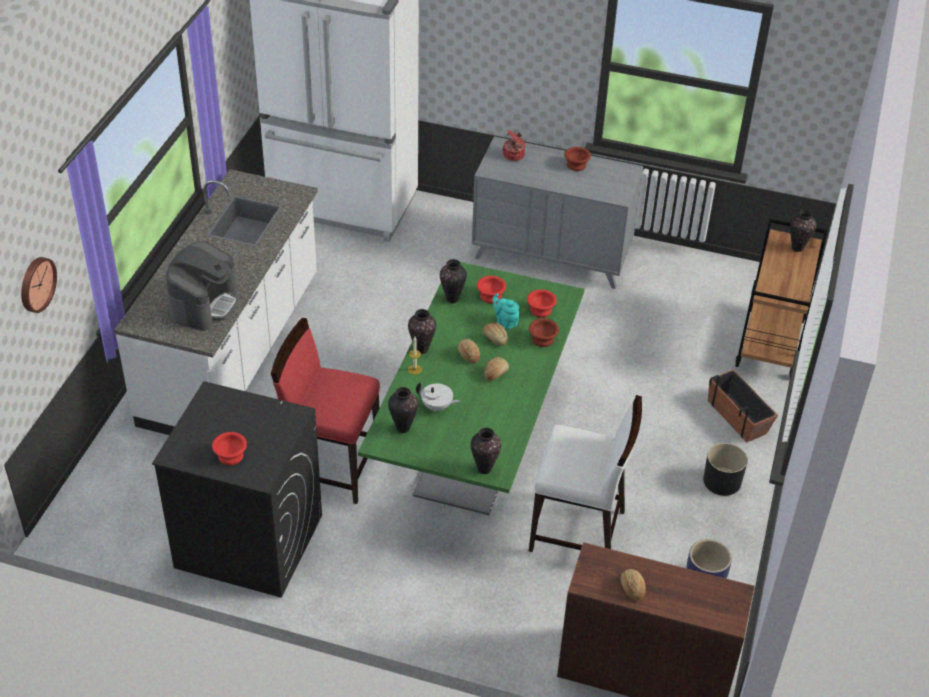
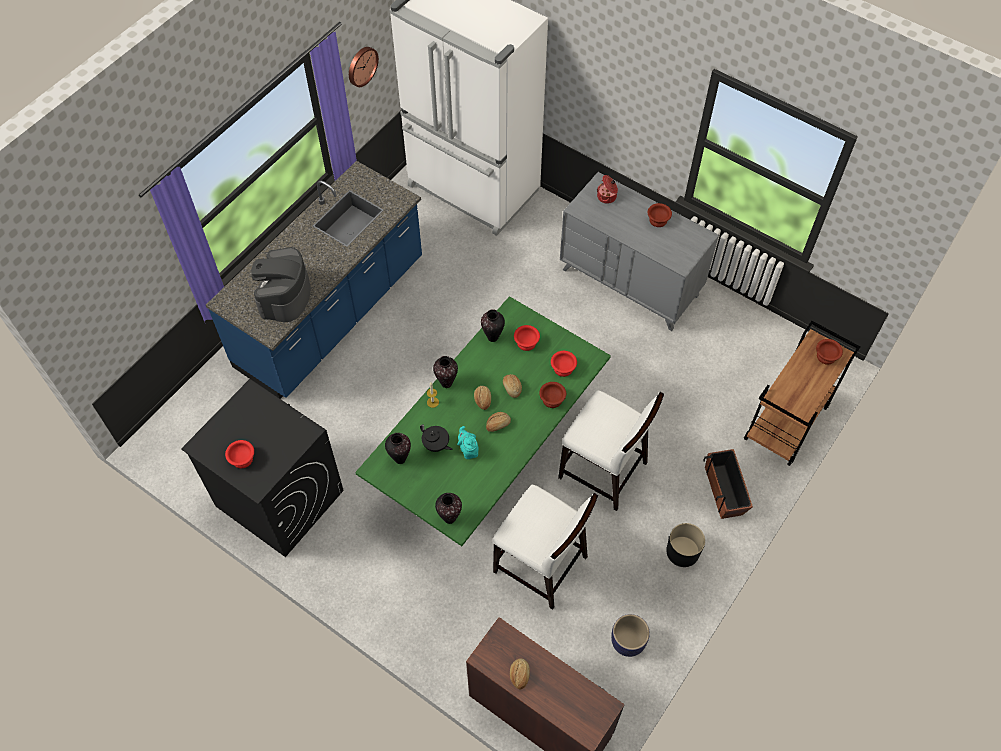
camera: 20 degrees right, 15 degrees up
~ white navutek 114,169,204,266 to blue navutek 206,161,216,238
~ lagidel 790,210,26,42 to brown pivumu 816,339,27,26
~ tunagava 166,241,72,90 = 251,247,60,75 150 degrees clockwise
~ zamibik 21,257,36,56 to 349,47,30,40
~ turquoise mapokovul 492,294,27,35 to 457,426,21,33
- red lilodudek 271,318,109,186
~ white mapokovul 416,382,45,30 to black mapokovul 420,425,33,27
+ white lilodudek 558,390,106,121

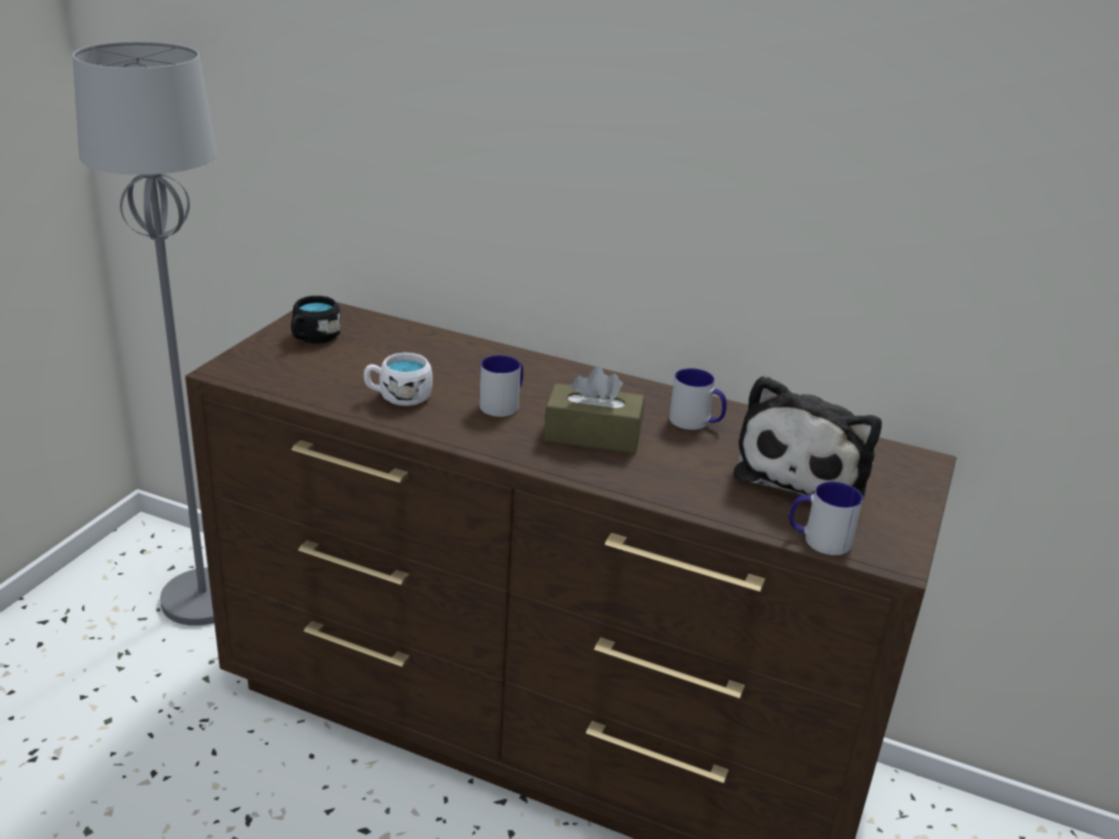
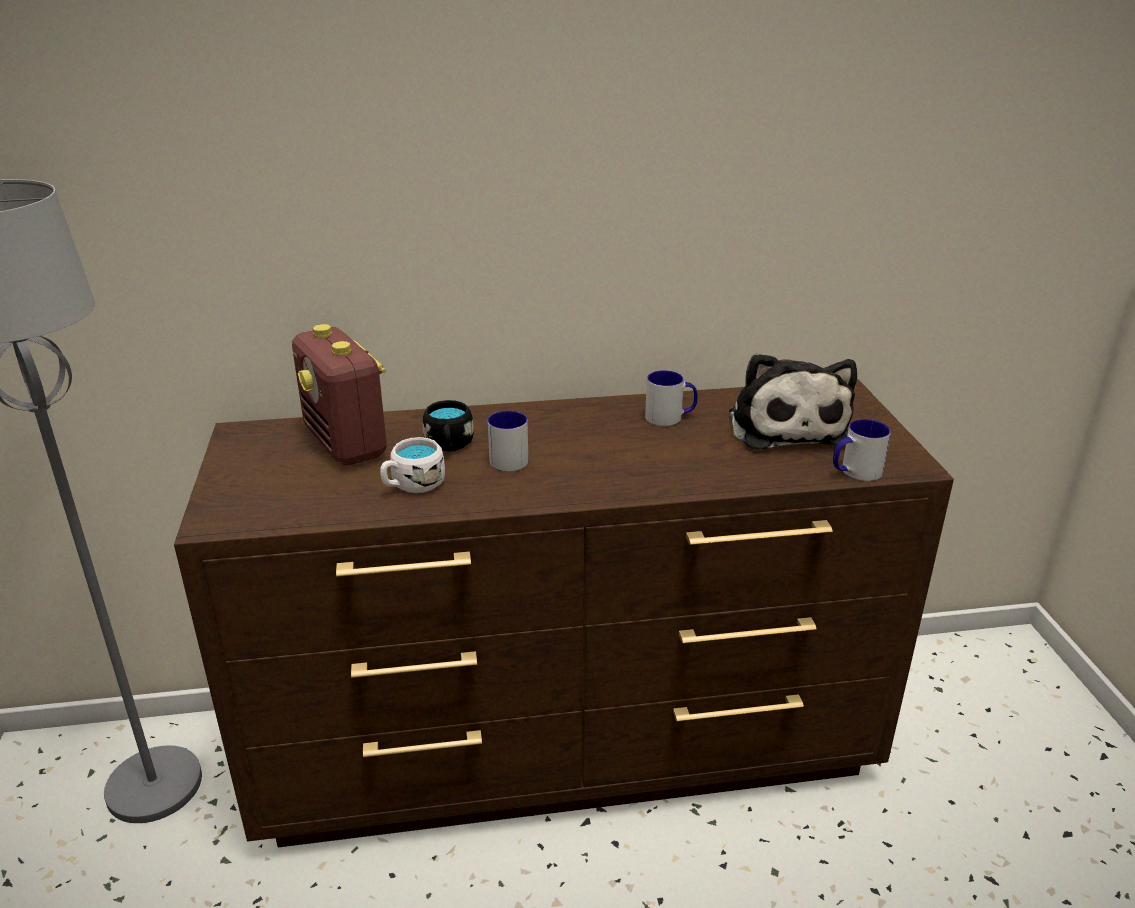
camera: 30 degrees left, 0 degrees up
~ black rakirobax 291,296,50,47 to 422,400,52,51
- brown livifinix 544,367,101,86
+ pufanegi 292,324,95,141

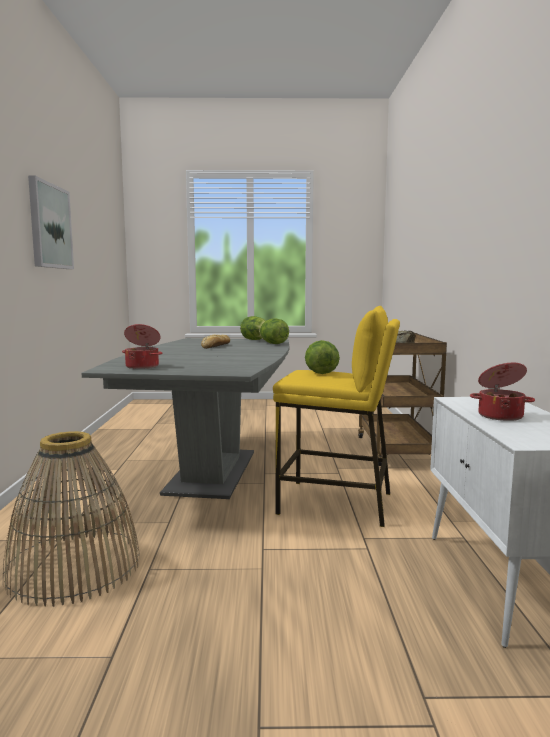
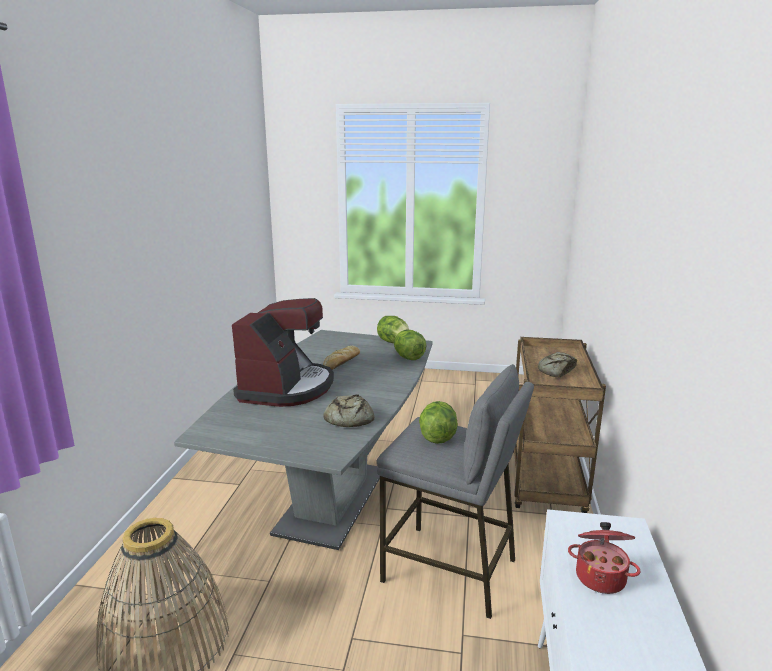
camera: 10 degrees right, 10 degrees up
- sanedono 28,176,46,93
~ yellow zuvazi 273,306,127,221 to grey zuvazi 377,364,157,255
- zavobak 122,324,40,45
+ tunagava 232,298,102,109
+ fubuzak 323,394,51,33

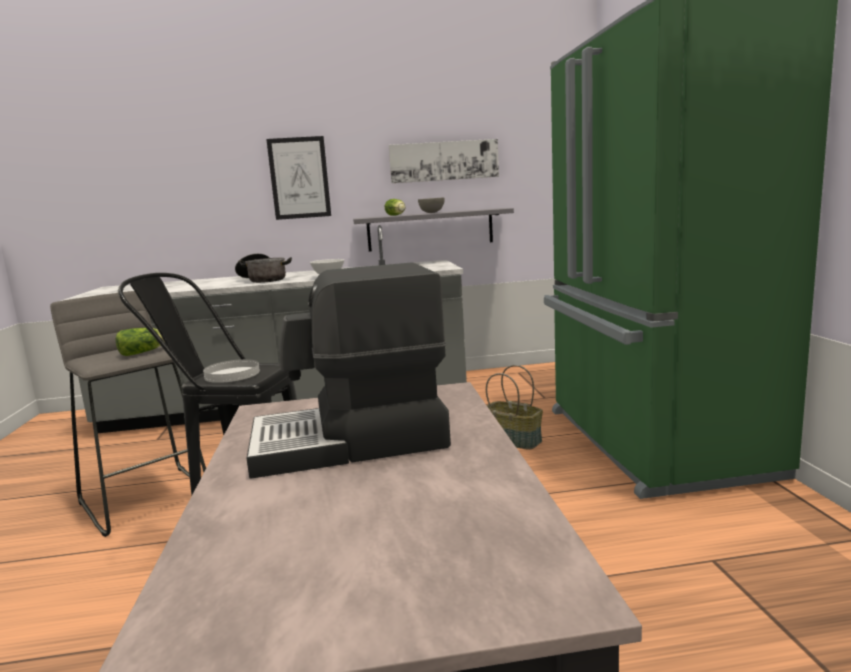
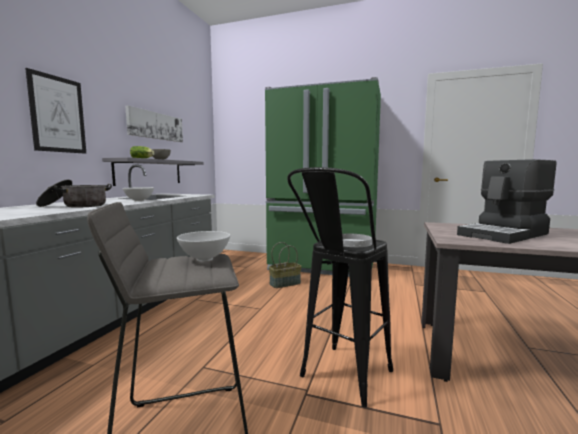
camera: 65 degrees left, 5 degrees down
~ tunagava 247,262,204,217 = 457,159,99,85 45 degrees clockwise
~ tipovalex 115,328,49,28 to white pivumu 177,231,53,31

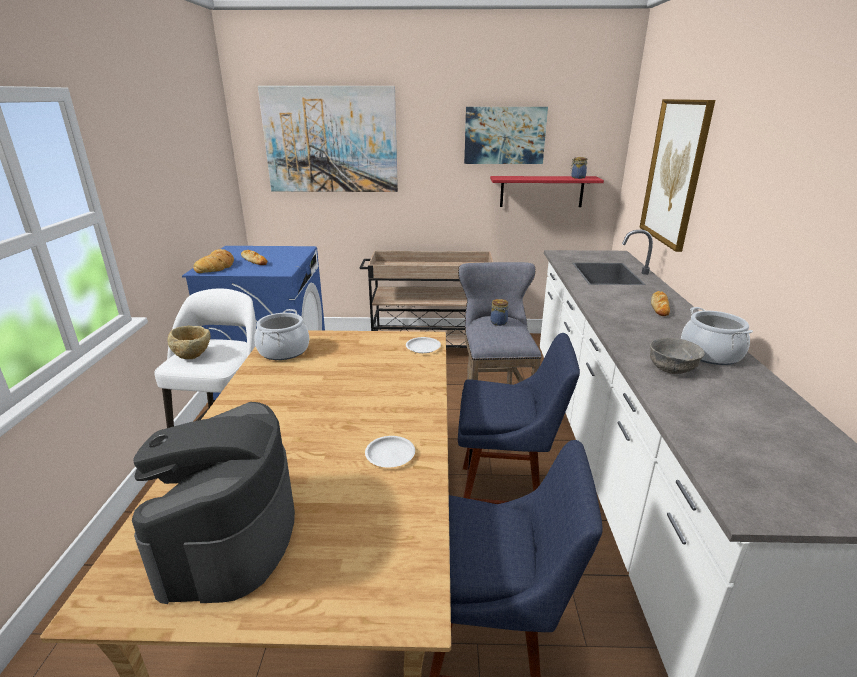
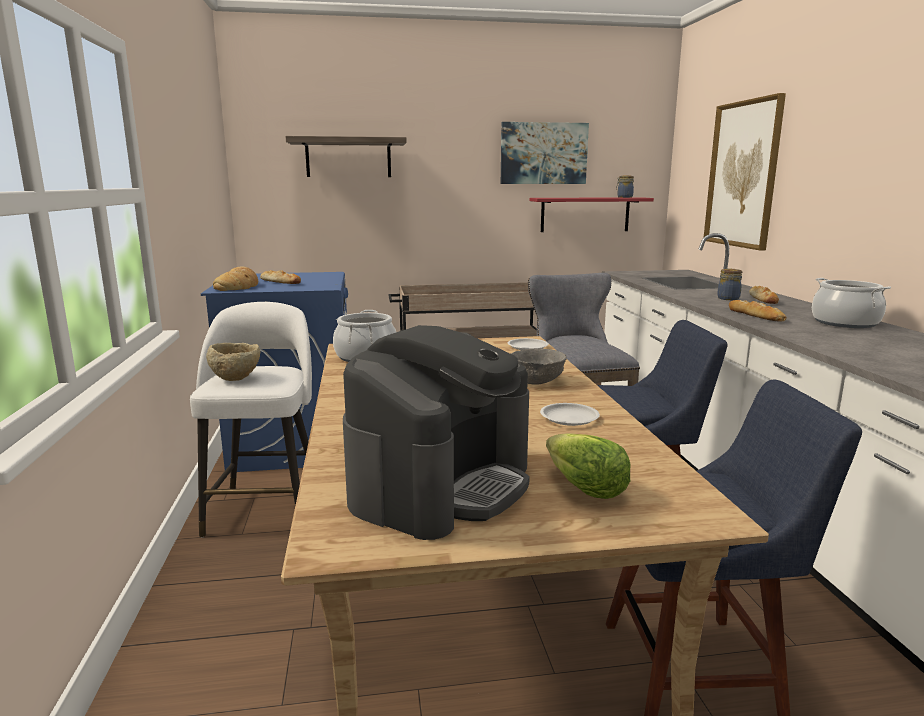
camera: 10 degrees left, 10 degrees down
~ sanedono 258,86,140,106 to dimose 286,136,121,41
~ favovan 490,299,18,27 to 717,269,25,31
~ grey pivumu 650,338,55,36 to 511,349,56,36
~ tunagava 132,402,163,202 = 343,325,187,215 135 degrees counterclockwise
+ fubuzak 729,300,58,21
+ tipovalex 546,433,85,66

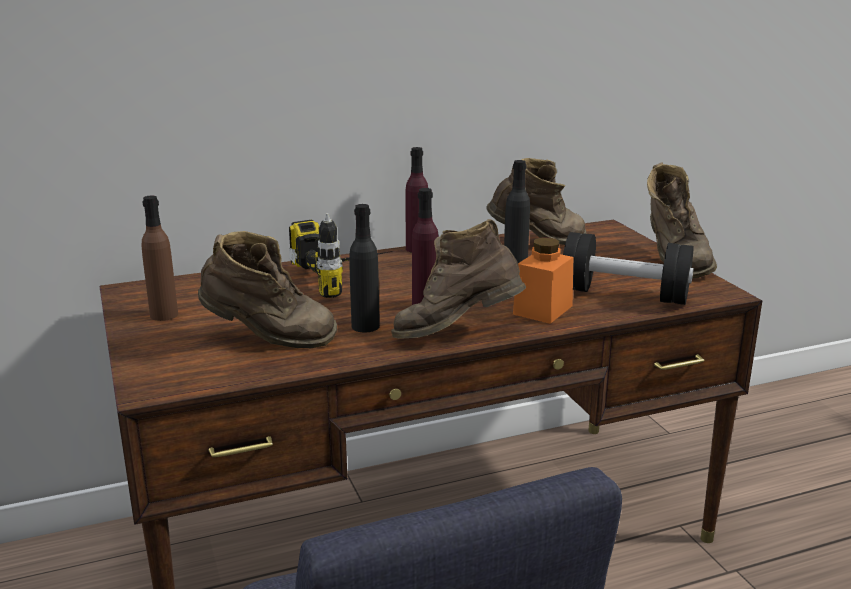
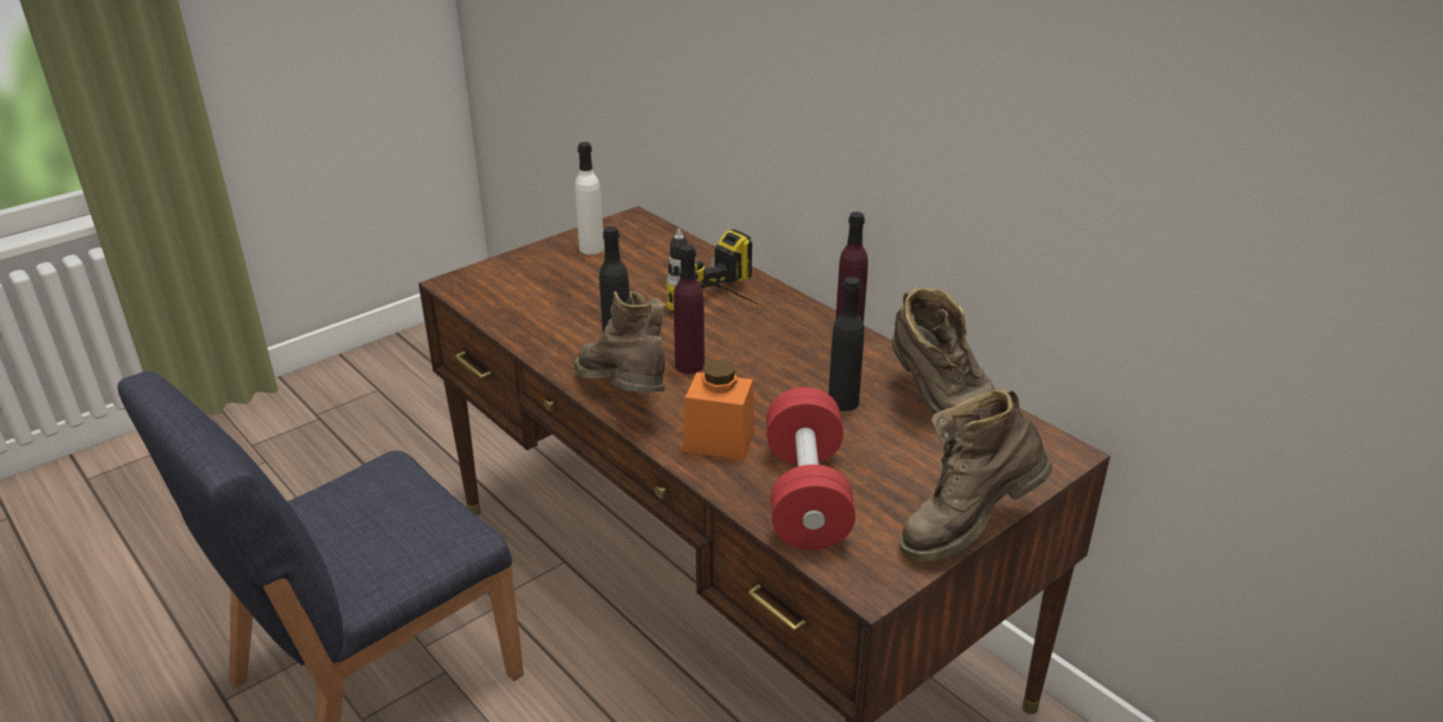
camera: 70 degrees right, 10 degrees up
~ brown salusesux 142,196,36,125 to white salusesux 575,142,29,113
- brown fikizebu 198,231,139,117
~ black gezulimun 563,232,131,73 to red gezulimun 766,387,89,163

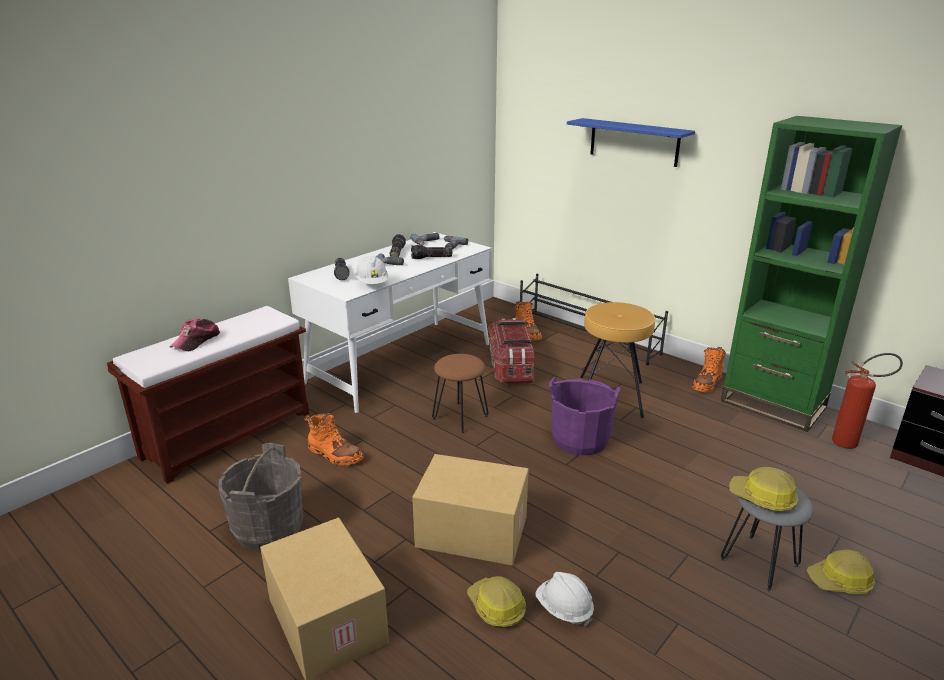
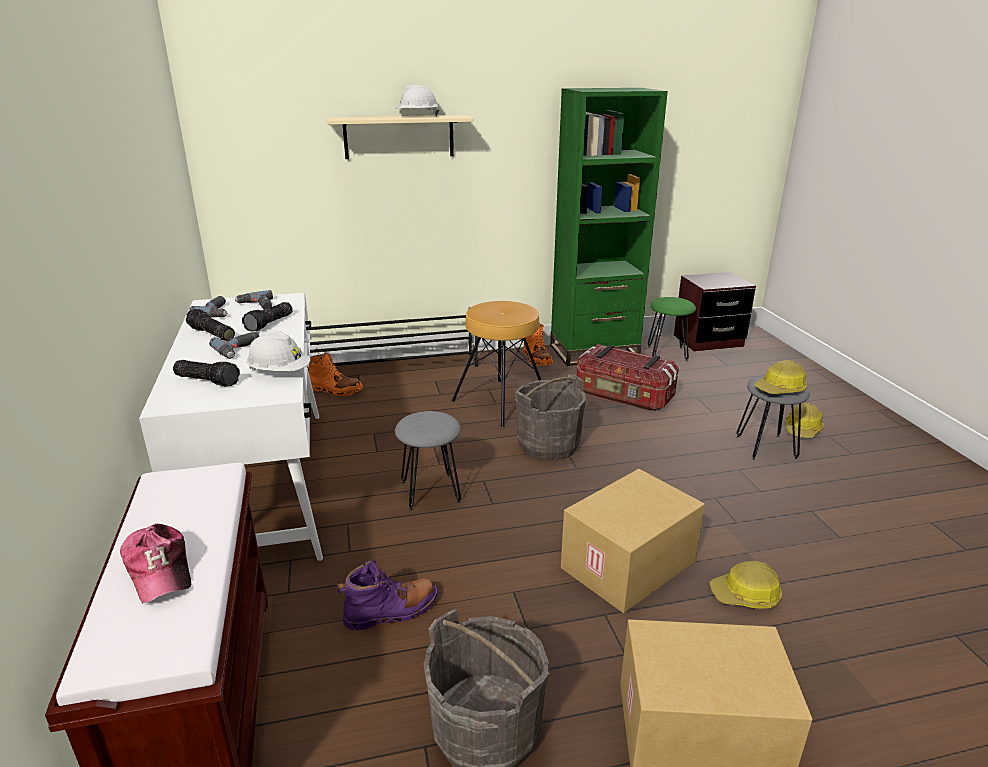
camera: 55 degrees left, 0 degrees up
~ blue dimose 567,118,128,49 to beige dimose 326,115,148,44
~ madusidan 488,318,46,67 to 577,344,102,67
~ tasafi 832,353,71,96 to green zuvazi 647,297,49,64
~ brown zuvazi 432,354,56,79 to grey zuvazi 395,411,66,99
~ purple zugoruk 549,377,71,78 to grey zugoruk 515,374,71,86
~ orange fikizebu 304,413,60,53 to purple fikizebu 336,560,102,71
~ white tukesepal 535,572,59,54 to 395,85,44,31

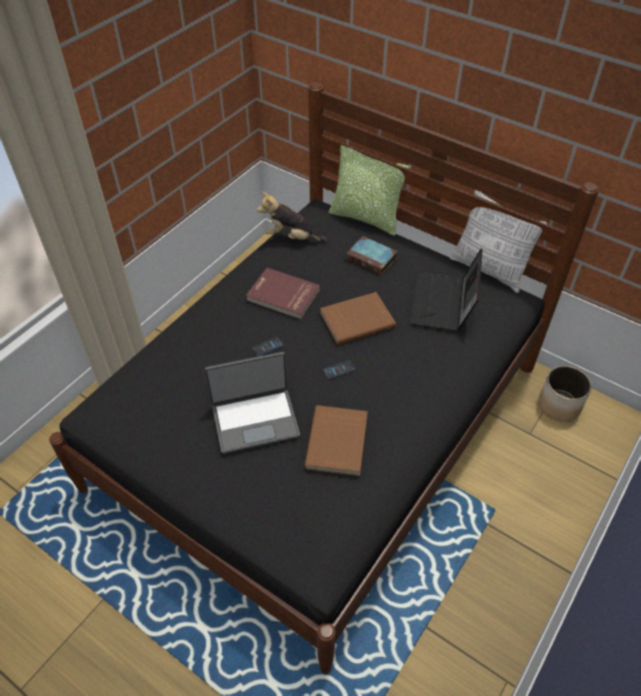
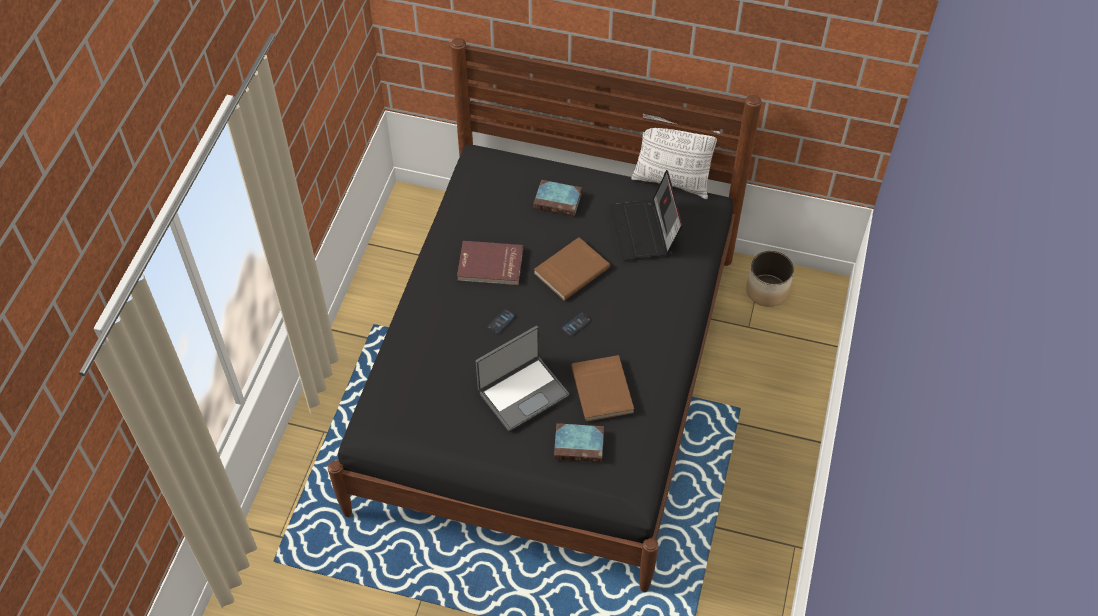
camera: 20 degrees left, 5 degrees up
- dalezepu 329,145,81,91
- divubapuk 257,192,71,50
+ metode 554,423,50,39

